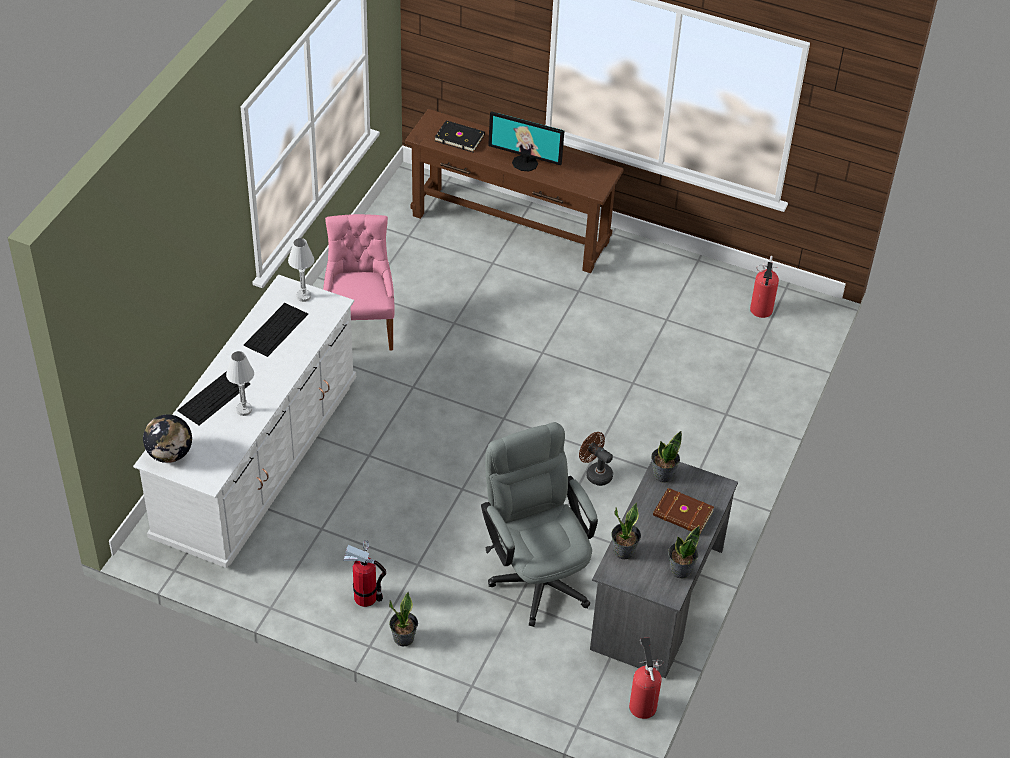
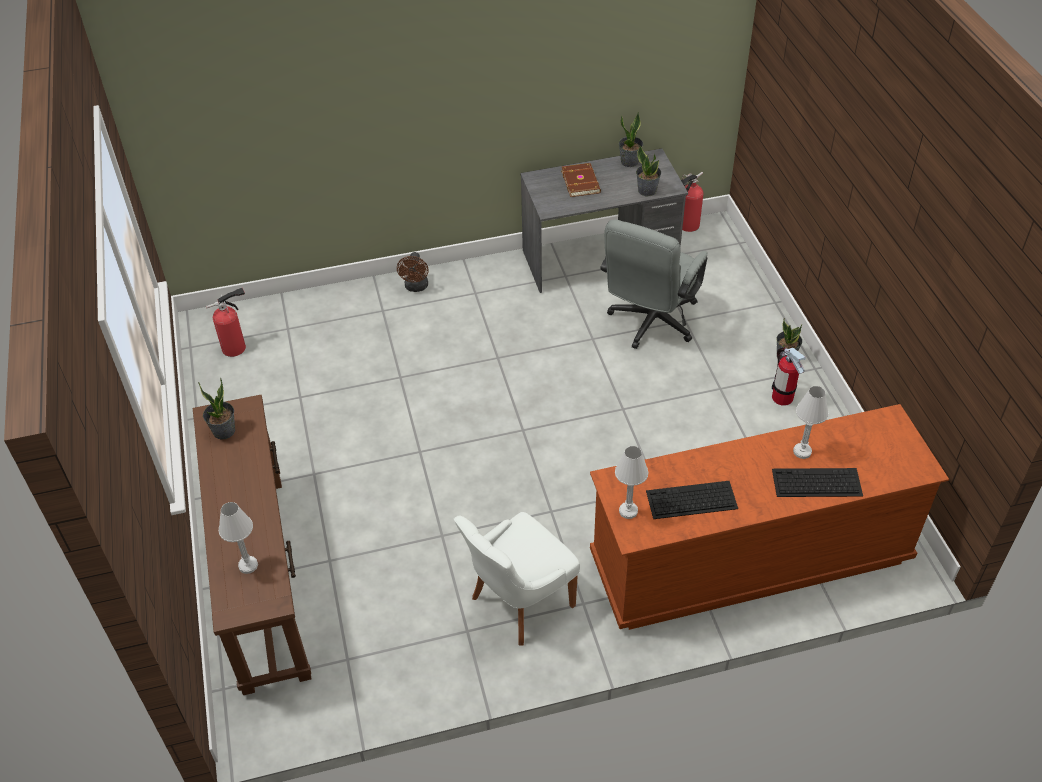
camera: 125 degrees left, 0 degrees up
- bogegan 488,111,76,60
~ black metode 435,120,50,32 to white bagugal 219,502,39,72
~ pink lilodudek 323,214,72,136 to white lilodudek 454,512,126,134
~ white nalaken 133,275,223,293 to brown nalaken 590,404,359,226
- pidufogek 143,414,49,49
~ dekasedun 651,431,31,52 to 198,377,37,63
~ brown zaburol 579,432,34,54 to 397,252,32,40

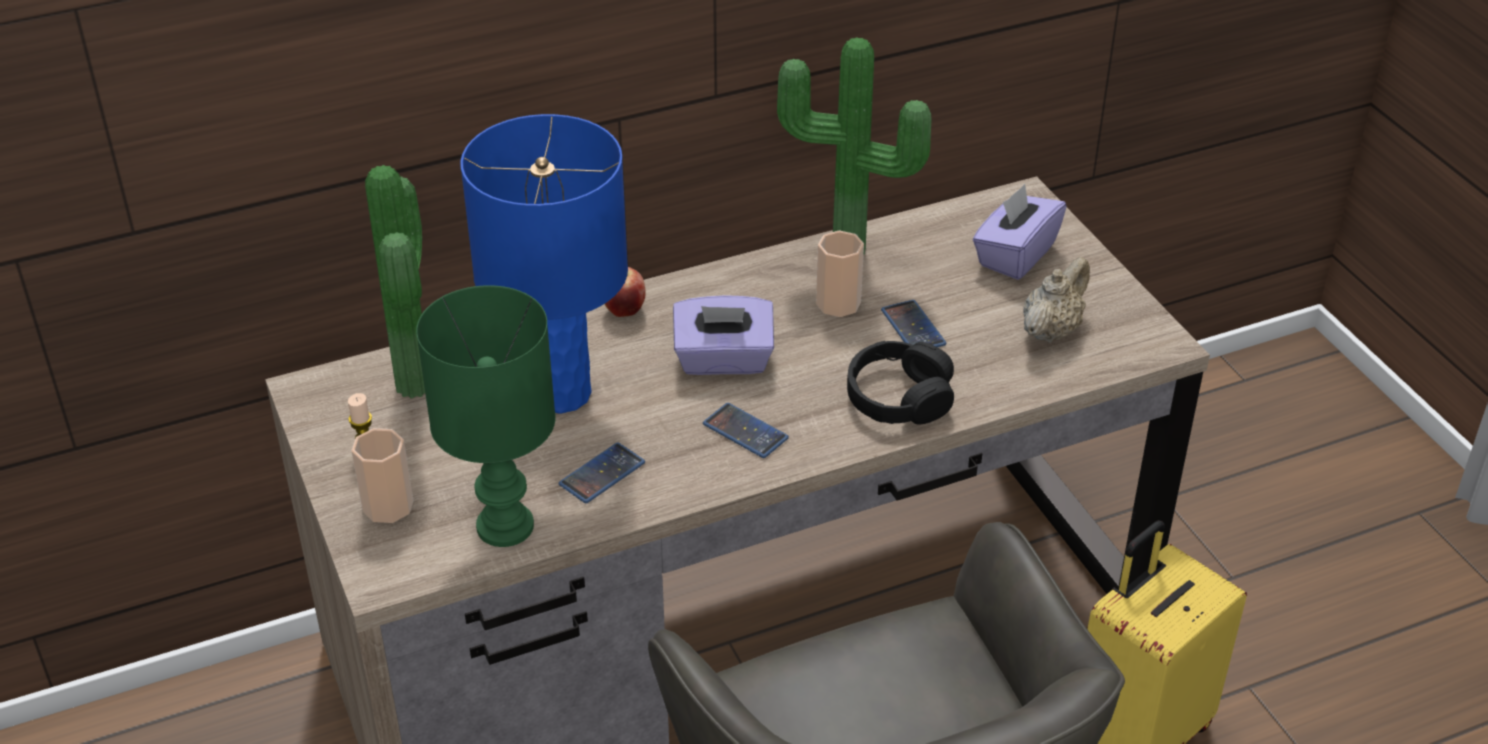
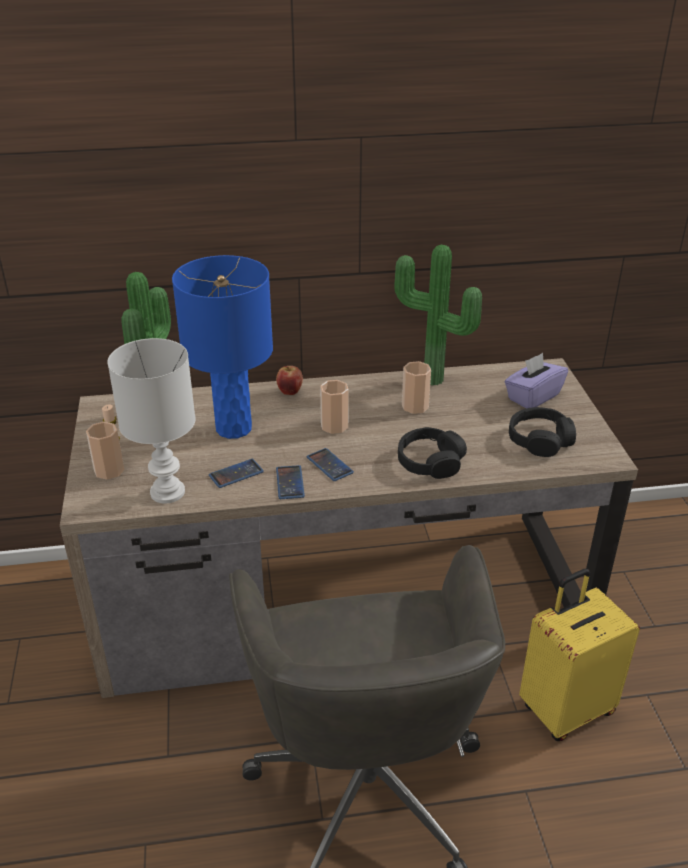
camera: 15 degrees right, 5 degrees down
~ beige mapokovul 1023,257,67,86 to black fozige 509,407,67,50
~ green bagugal 416,285,140,262 to white bagugal 107,338,89,165
~ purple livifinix 673,295,101,80 to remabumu 320,380,28,54
~ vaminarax 881,300,65,47 to 276,465,29,34

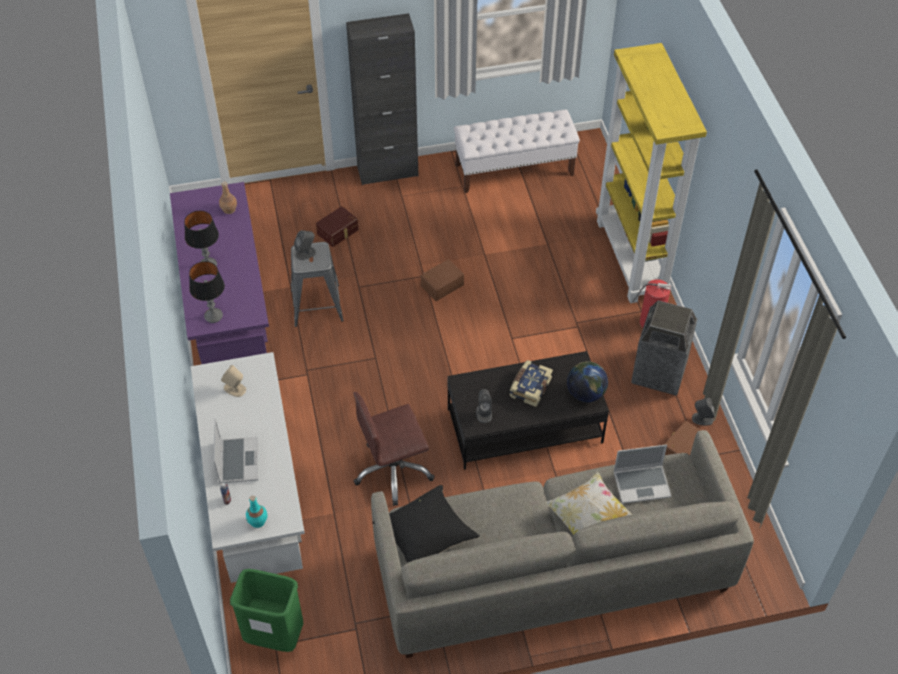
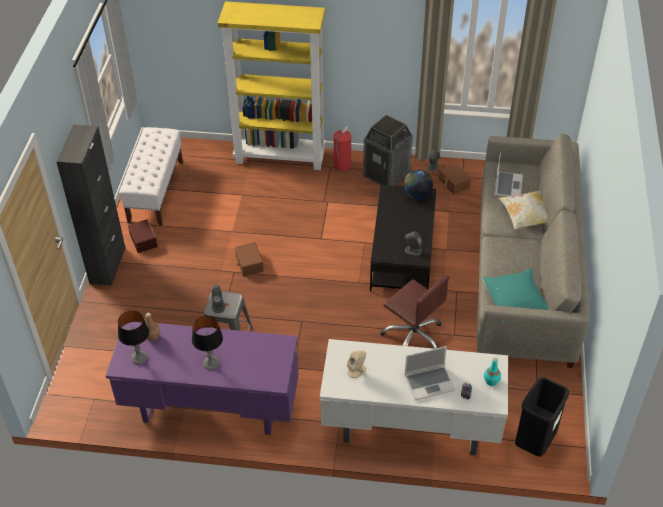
camera: 70 degrees left, 5 degrees down
~ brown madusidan 316,206,43,41 to 128,219,30,34
~ bagugal 189,261,36,62 to 118,311,31,53
- metode 509,360,44,47
~ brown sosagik 353,392,82,114 = 380,275,70,74 45 degrees counterclockwise
~ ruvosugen 214,418,44,66 = 404,346,51,54 150 degrees clockwise
~ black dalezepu 372,485,108,78 to turquoise dalezepu 483,268,65,55
~ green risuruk 230,569,73,83 to black risuruk 515,377,54,80

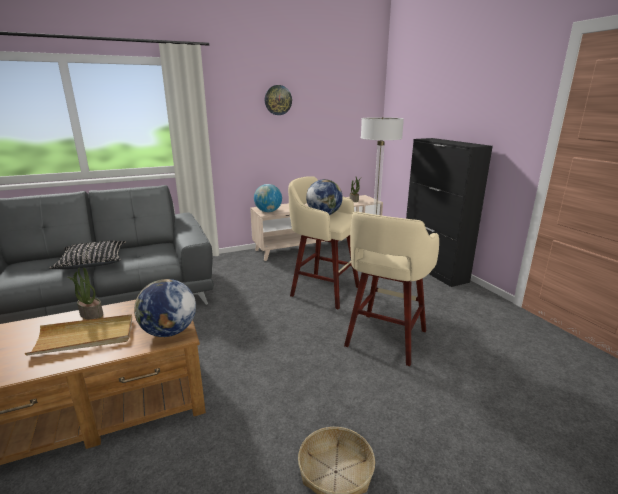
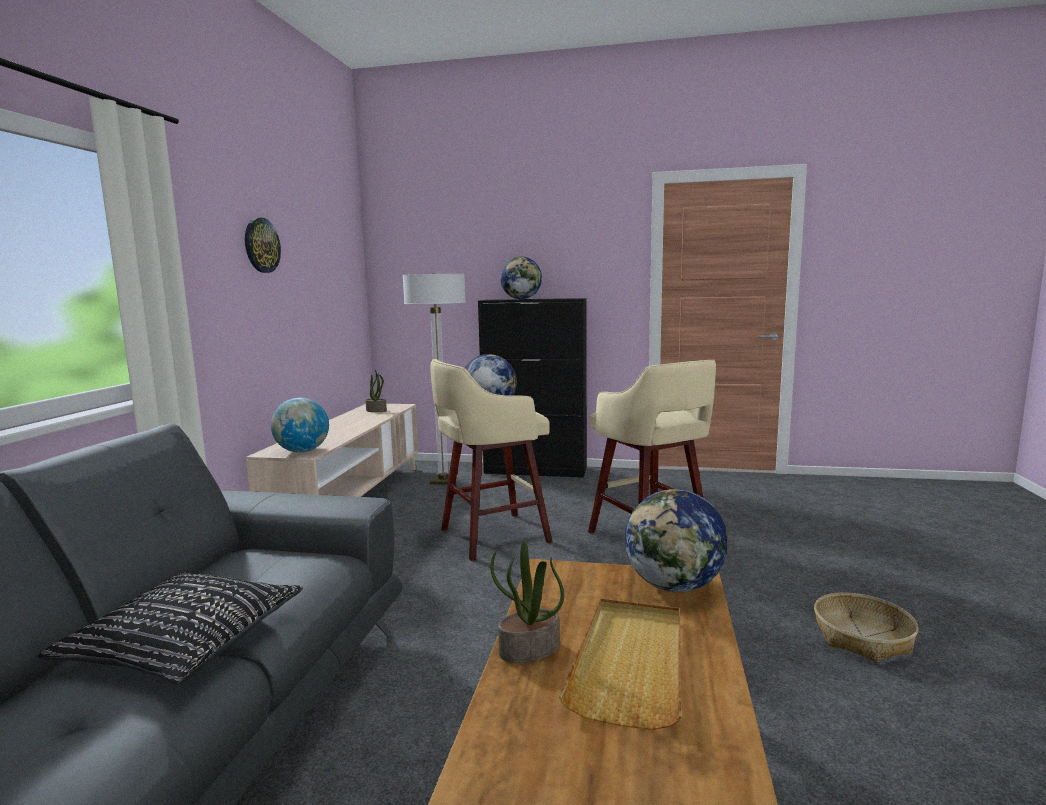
camera: 55 degrees left, 10 degrees down
+ pidufogek 500,256,42,43

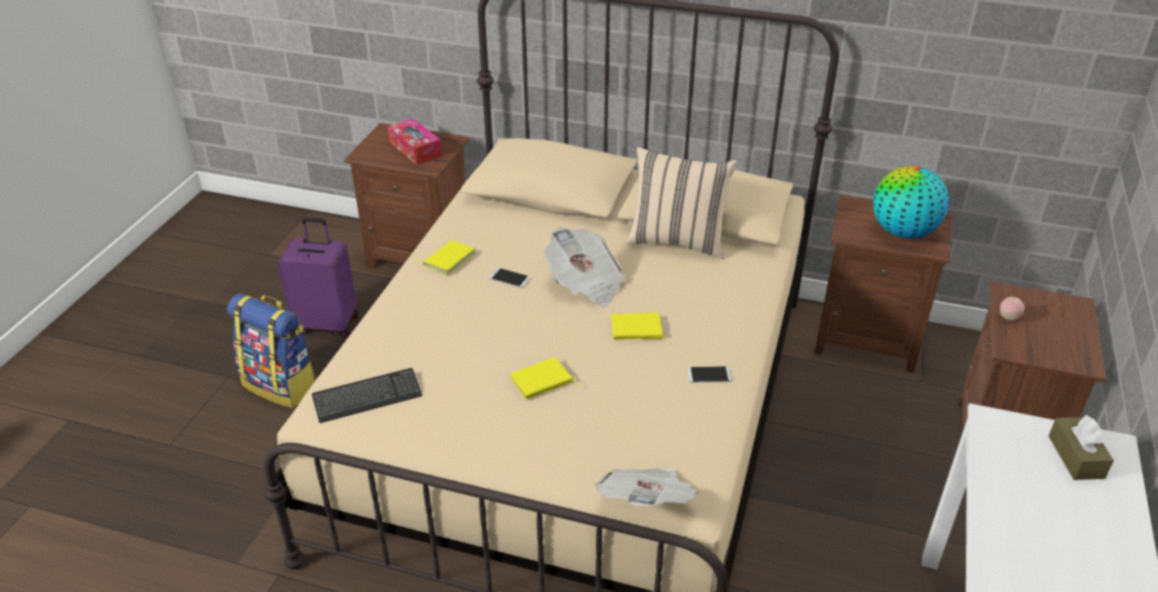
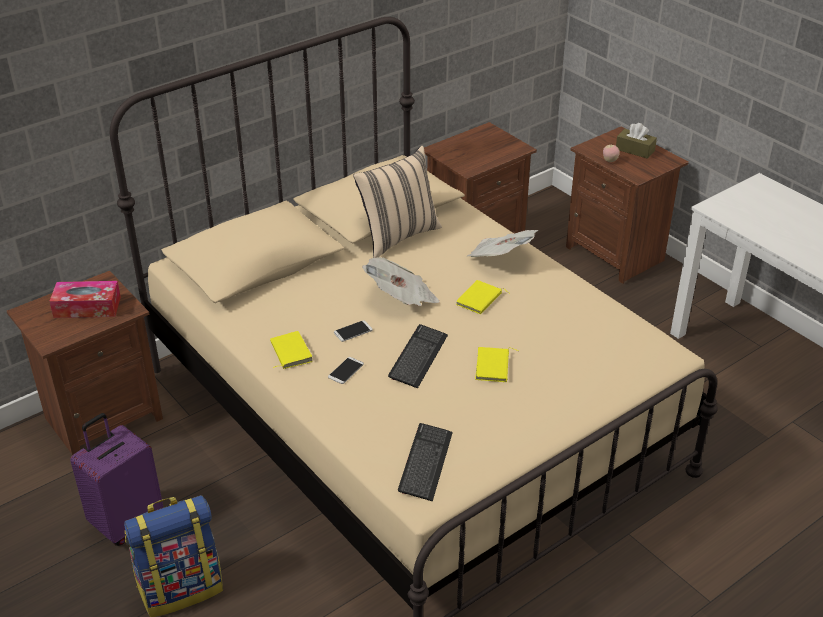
camera: 55 degrees left, 0 degrees up
- pidufogek 873,166,76,73
~ vaminarax 687,366,45,17 to 328,357,36,27
~ brown livifinix 1049,415,65,65 to 616,123,41,36
~ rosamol 594,467,105,39 to 466,230,72,27
+ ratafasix 388,324,60,64

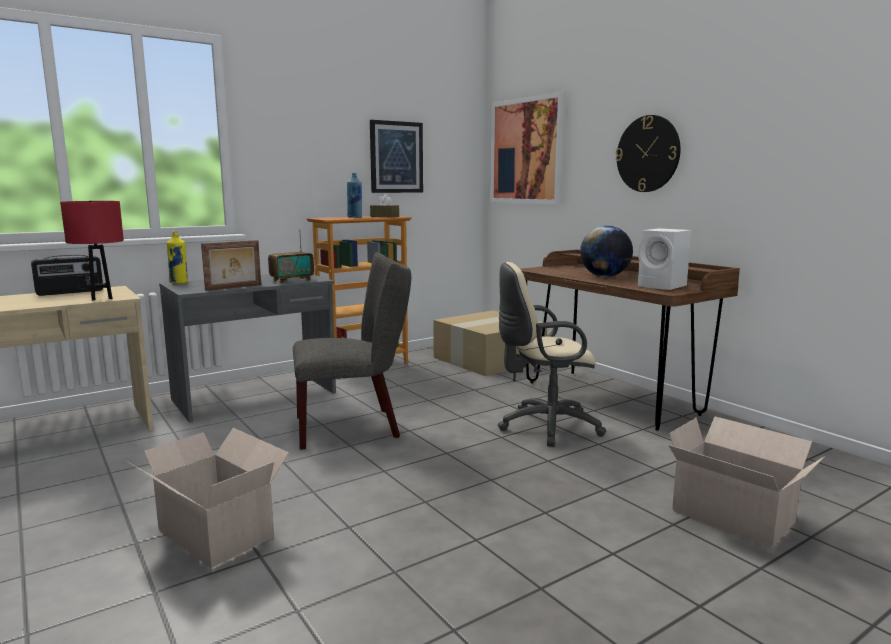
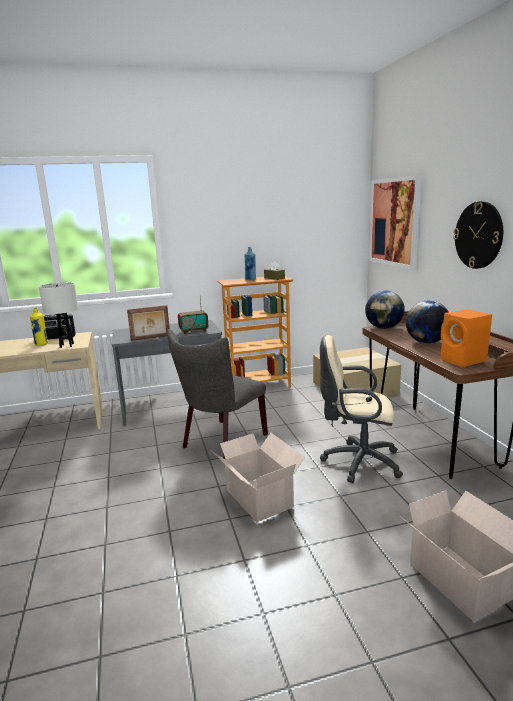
camera: 20 degrees right, 5 degrees up
- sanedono 370,120,53,73
~ red bagugal 60,201,64,100 to white bagugal 39,282,39,66
~ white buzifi 638,228,53,62 to orange buzifi 441,309,51,58
~ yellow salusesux 166,232,22,52 to 30,308,18,38
~ grey lilodudek 293,252,118,198 = 167,329,101,131 120 degrees clockwise
~ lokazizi 127,428,162,140 to 212,433,93,89
+ pidufogek 365,291,40,38

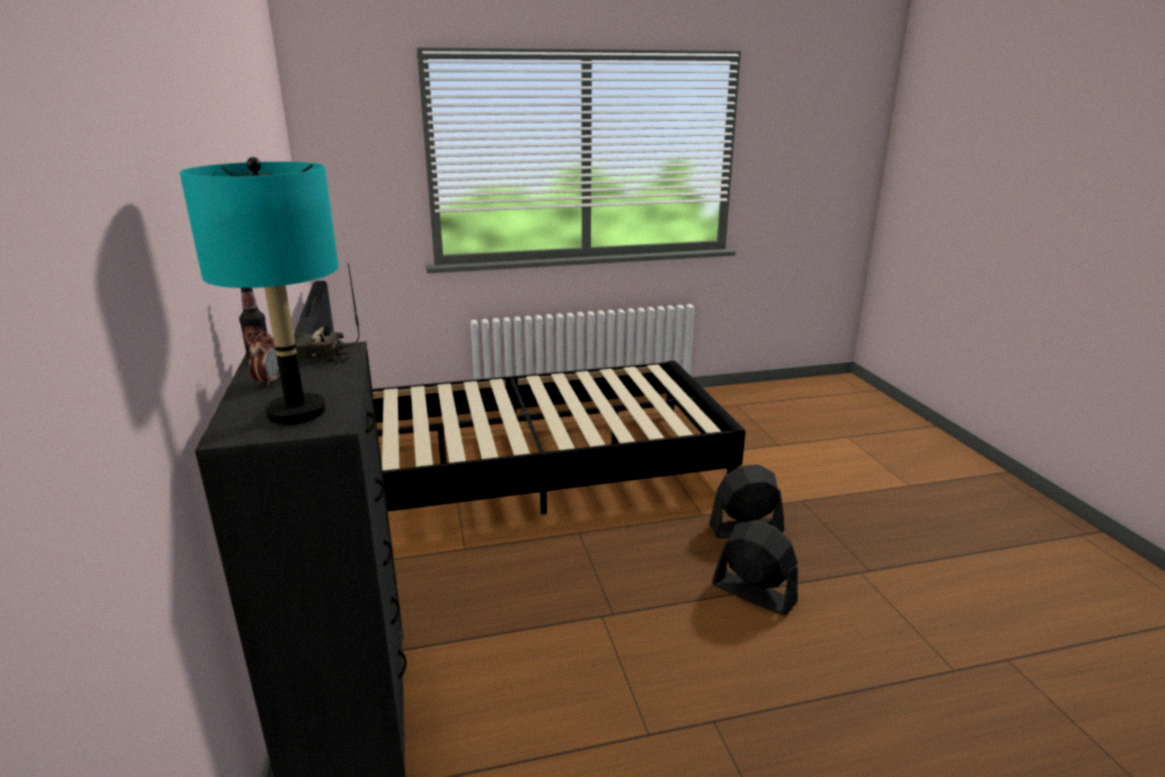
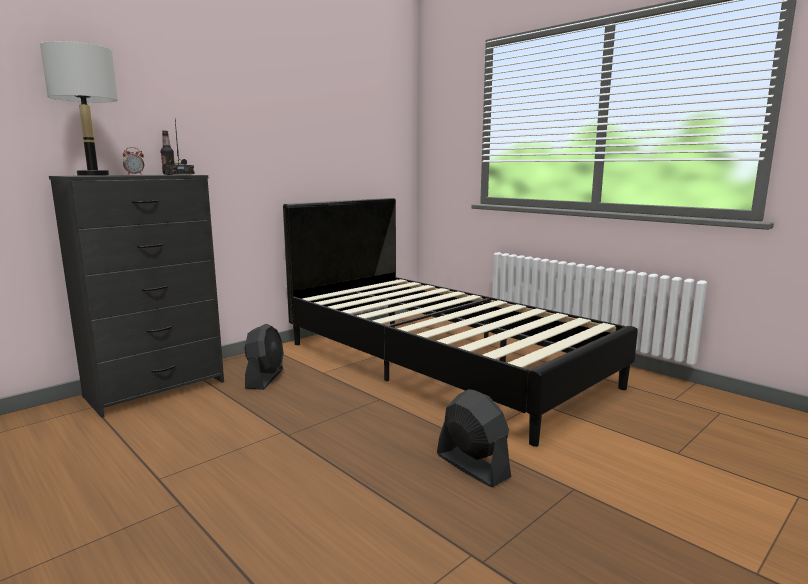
camera: 60 degrees right, 10 degrees down
~ turquoise bagugal 180,157,159,268 to grey bagugal 40,41,78,135
~ black zaburol 712,520,86,96 to 244,324,40,66

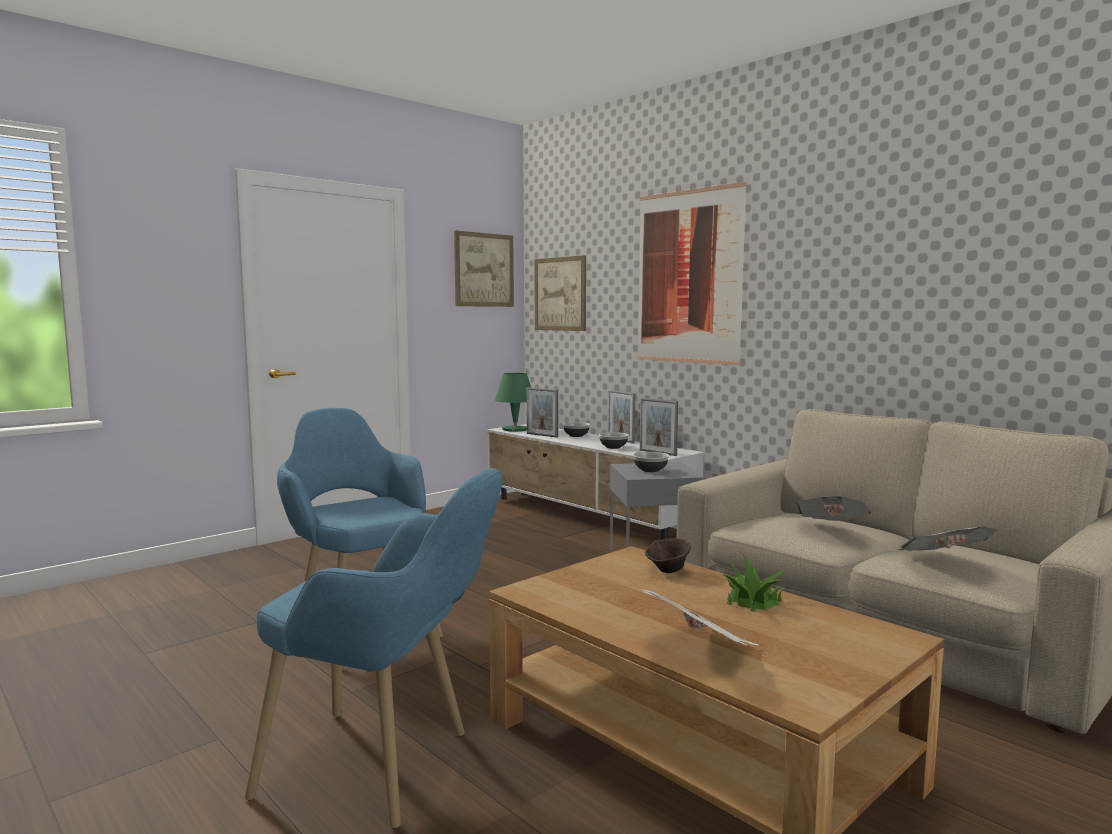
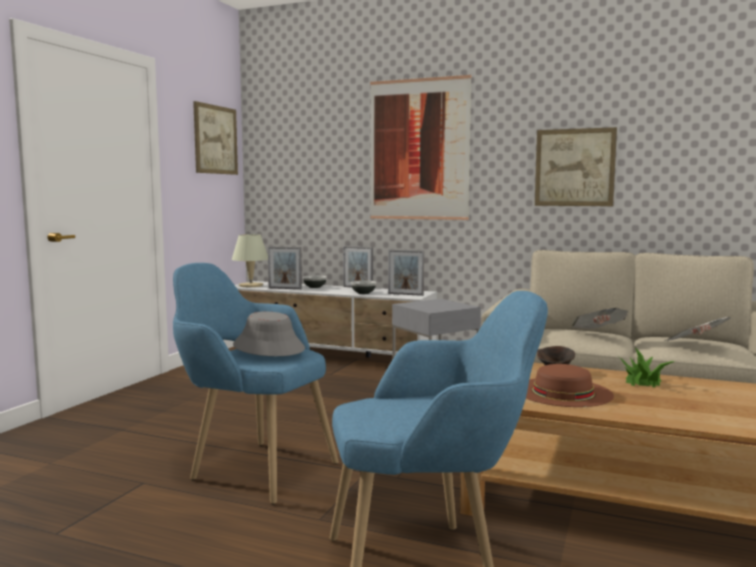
camera: 25 degrees left, 0 degrees up
~ sanedono 534,255,52,76 to 535,127,82,79
~ green bagugal 495,373,36,58 to beige bagugal 232,234,36,53
- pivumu 633,452,36,20
- rosamol 639,589,119,57
+ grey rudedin 233,311,72,45
+ brown rudedin 526,364,88,43

